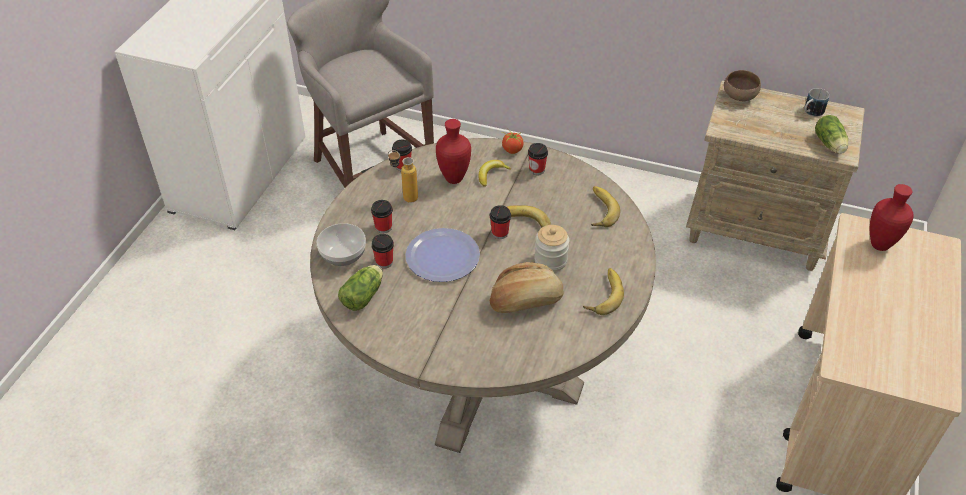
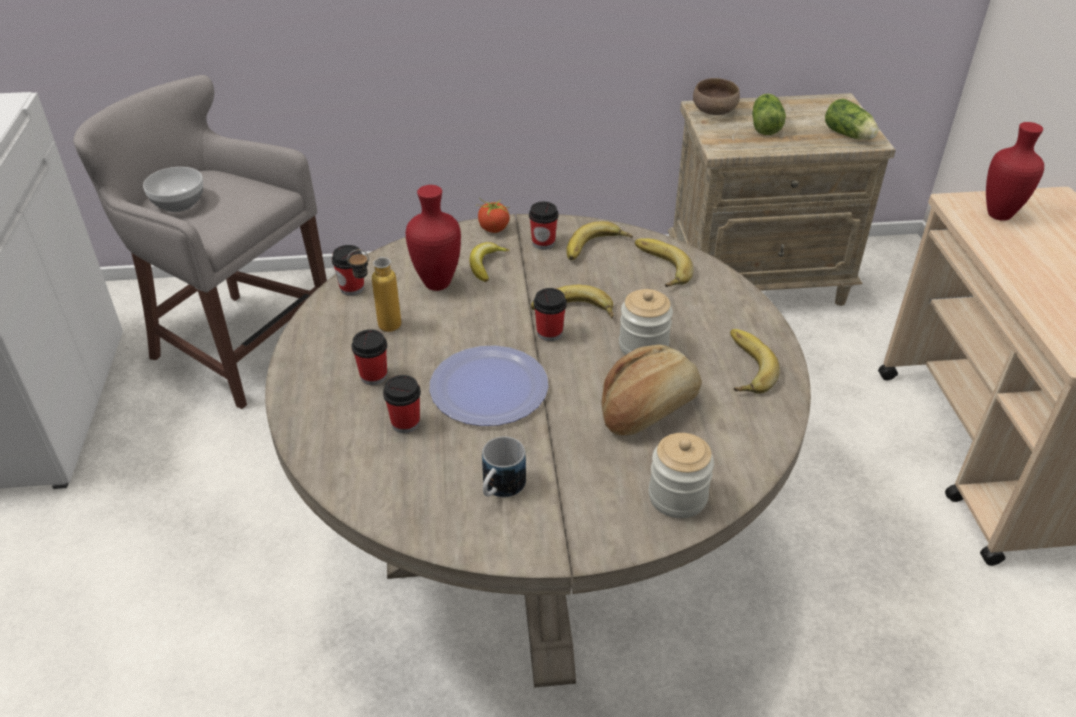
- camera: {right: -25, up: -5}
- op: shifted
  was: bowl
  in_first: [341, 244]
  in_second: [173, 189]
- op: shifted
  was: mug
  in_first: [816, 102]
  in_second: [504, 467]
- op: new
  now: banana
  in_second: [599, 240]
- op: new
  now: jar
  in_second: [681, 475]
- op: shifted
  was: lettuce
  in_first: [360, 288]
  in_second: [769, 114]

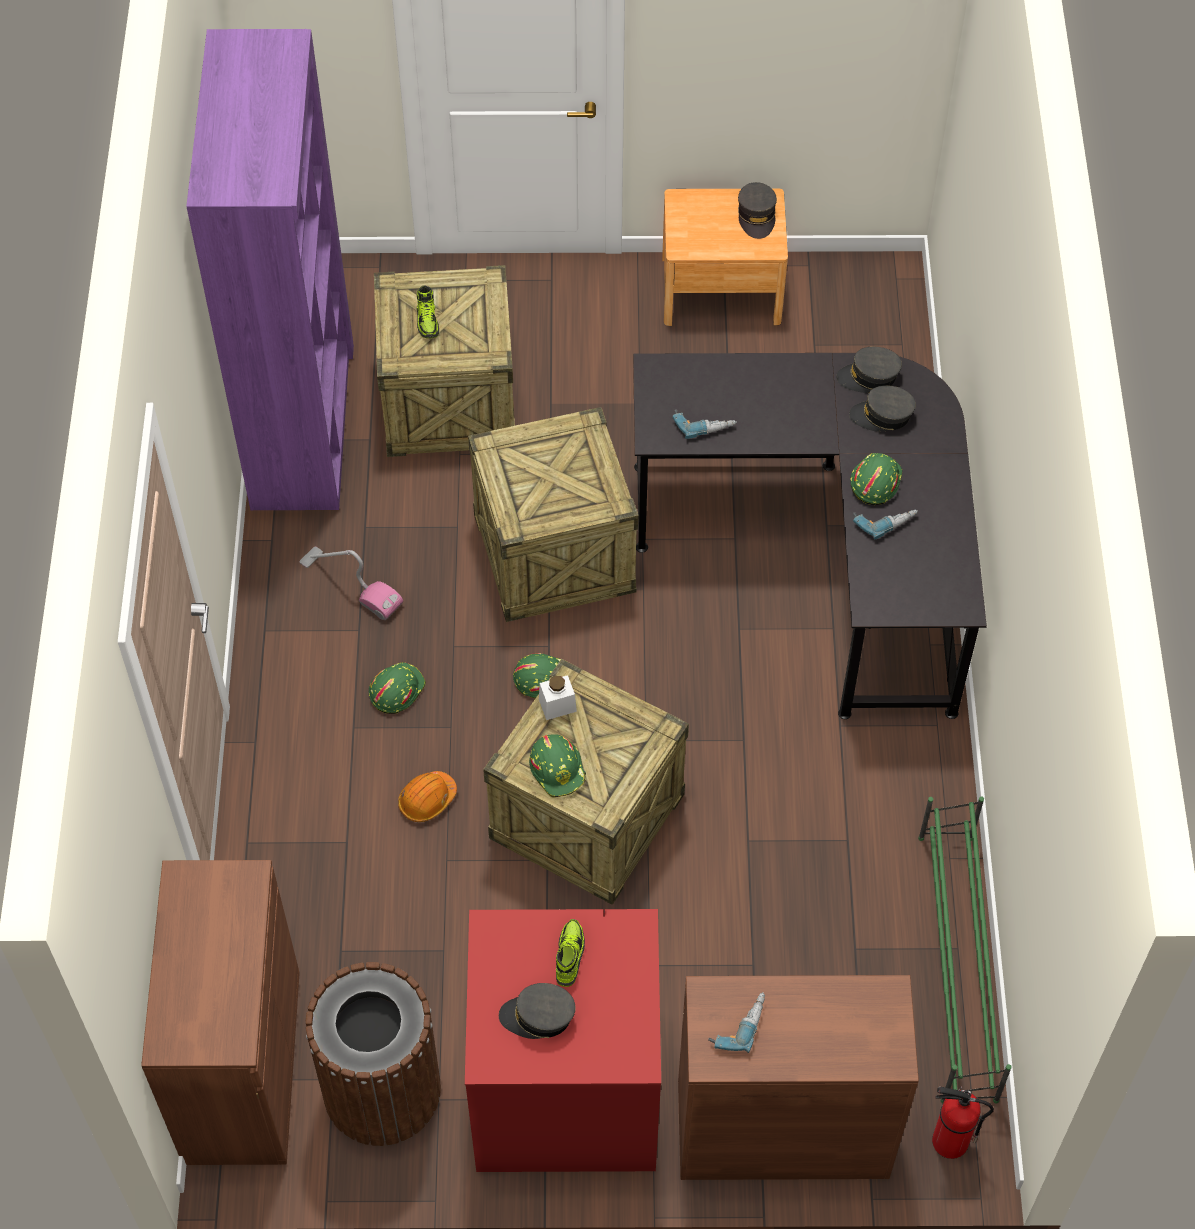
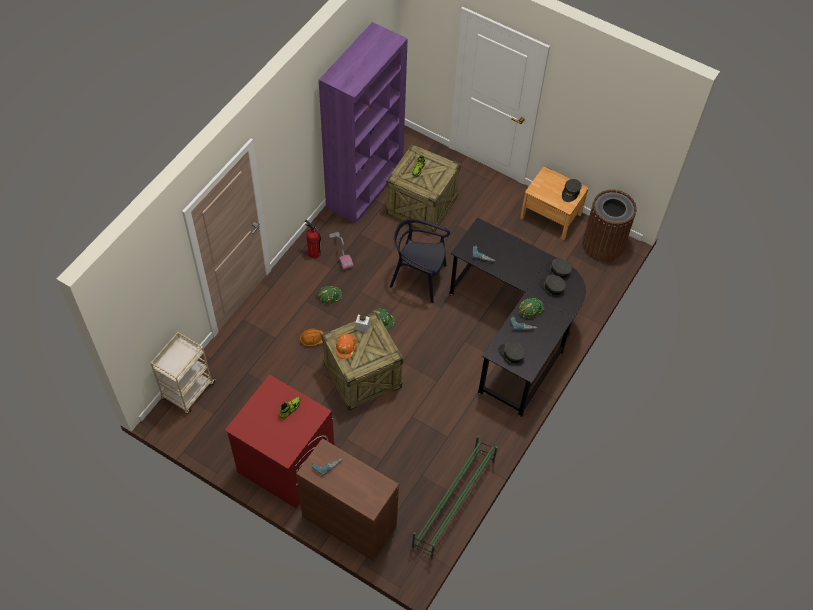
- camera: {right: 30, up: 0}
- op: swapped
  was: cabinet in brown
  now: cart in beige
  in_first: [220, 1012]
  in_second: [183, 373]
- op: shifted
  was: fire extinguisher
  in_first: [963, 1122]
  in_second: [313, 239]
- op: repainted
  was: hard hat in green
  now: hard hat in orange
  in_first: [557, 766]
  in_second: [346, 346]
- op: swapped
  was: crate
  now: chair in black
  in_first: [553, 514]
  in_second: [420, 261]
- op: shifted
  was: cap in grey
  in_first: [537, 1011]
  in_second: [511, 352]
- op: shifted
  was: trash can in brown
  in_first: [373, 1054]
  in_second: [609, 225]

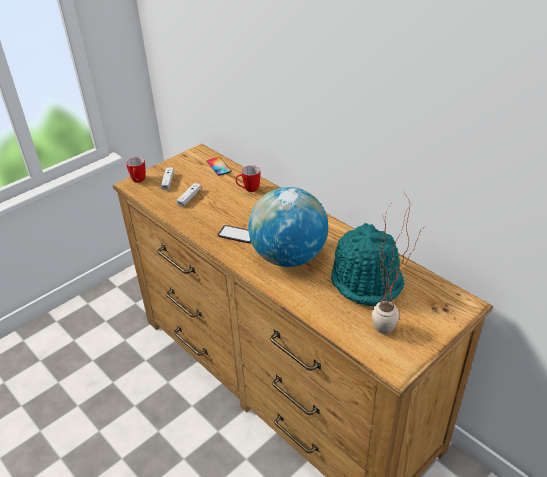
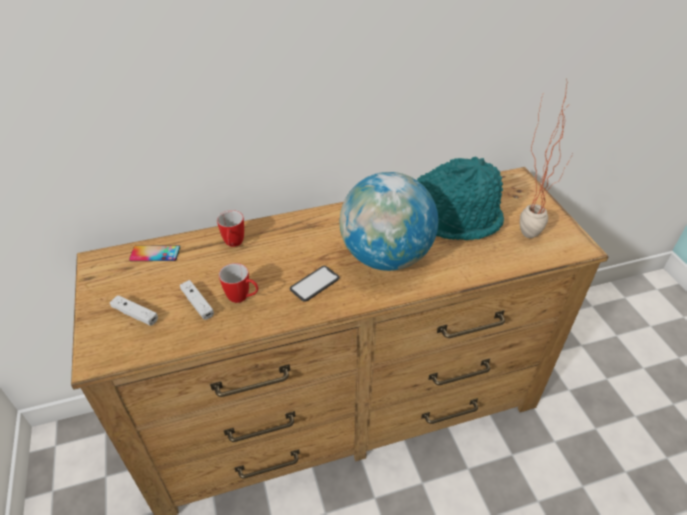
- camera: {right: -65, up: 5}
- op: shifted
  was: mug
  in_first: [136, 170]
  in_second: [238, 283]

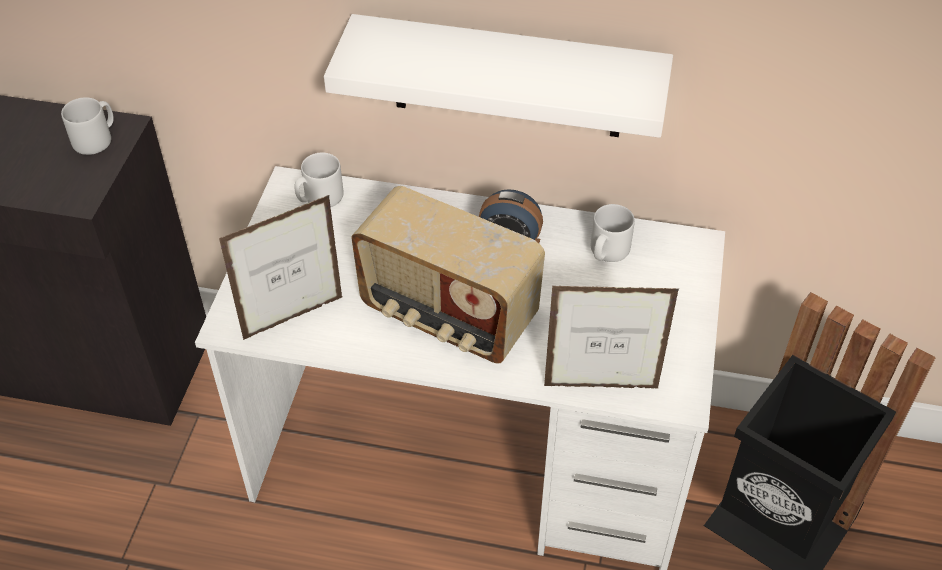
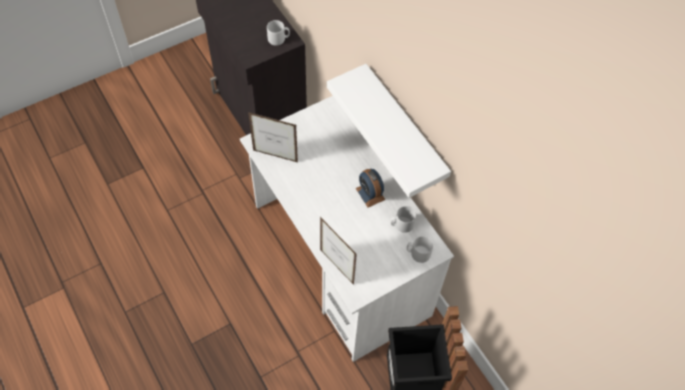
- camera: {right: 45, up: 10}
- op: shifted
  was: mug in grey
  in_first: [318, 180]
  in_second: [420, 249]
- op: gone
  was: radio
  in_first: [448, 275]

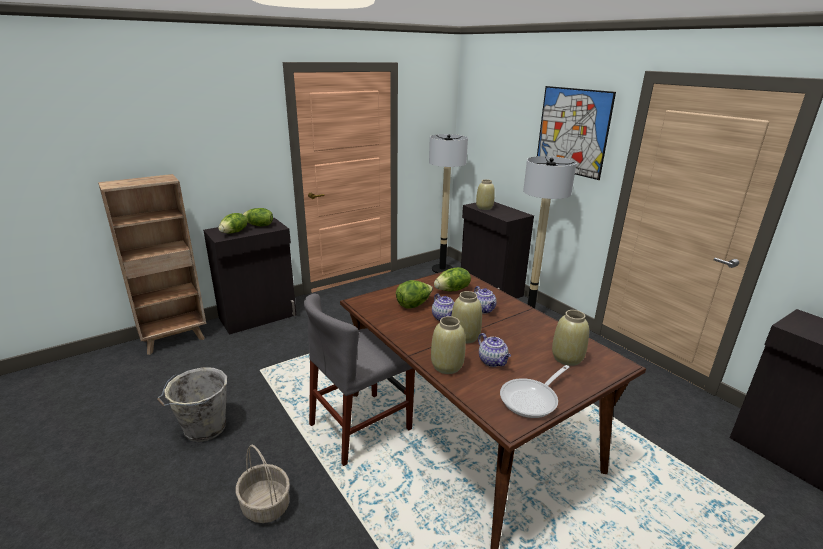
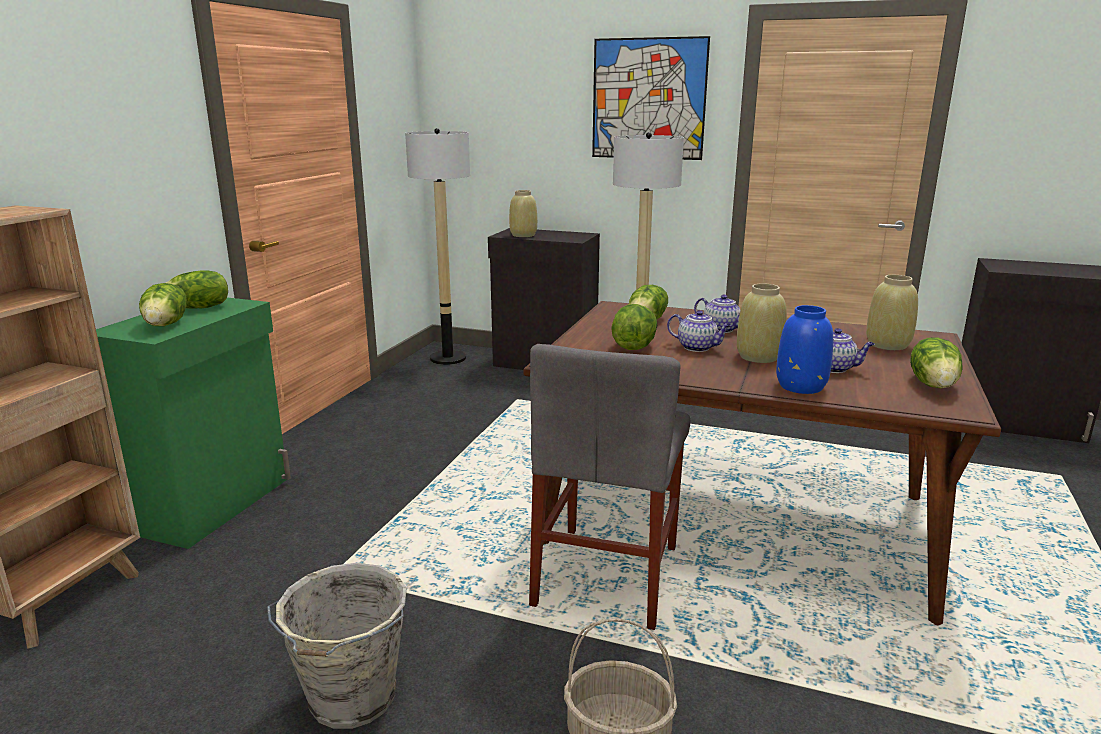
- camera: {right: -35, up: -5}
- op: repainted
  was: cabinet in black
  now: cabinet in green
  in_first: [249, 276]
  in_second: [193, 423]
- op: repainted
  was: vase in beige
  now: vase in blue
  in_first: [448, 345]
  in_second: [804, 349]
- op: swapped
  was: frying pan
  now: lettuce
  in_first: [535, 391]
  in_second: [936, 362]

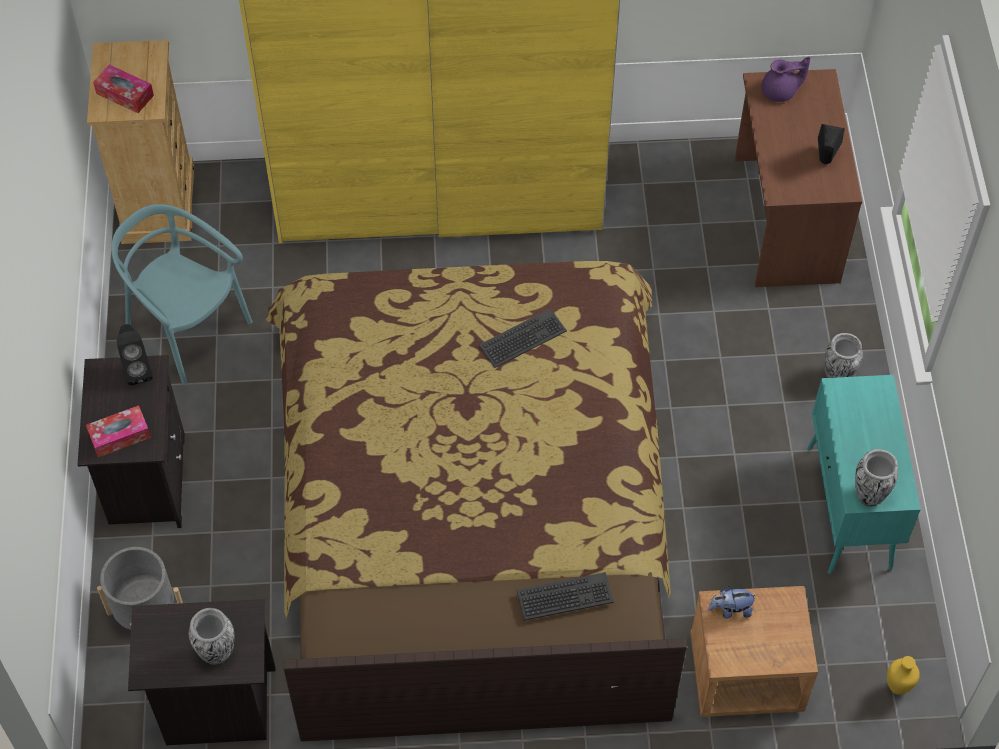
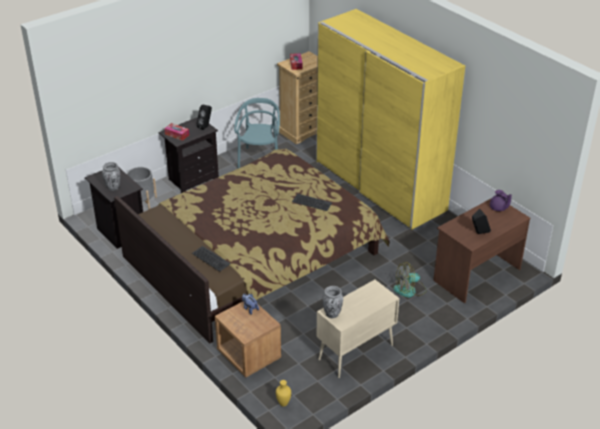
- camera: {right: 55, up: -20}
- op: repainted
  was: cabinet in turquoise
  now: cabinet in beige
  in_first: [864, 474]
  in_second: [357, 329]
- op: new
  now: fan
  in_second: [410, 280]
- op: gone
  was: vase
  in_first: [843, 355]

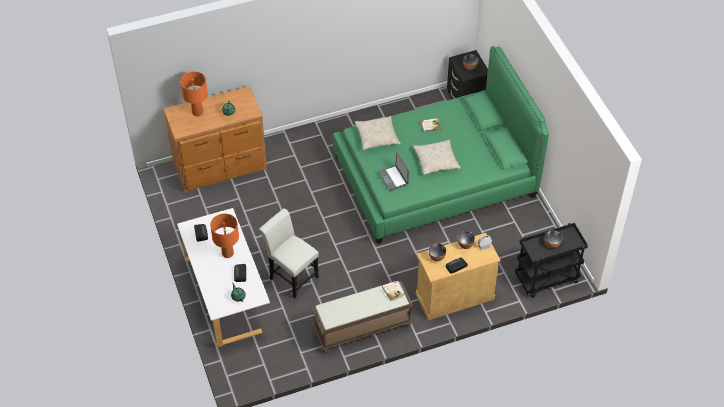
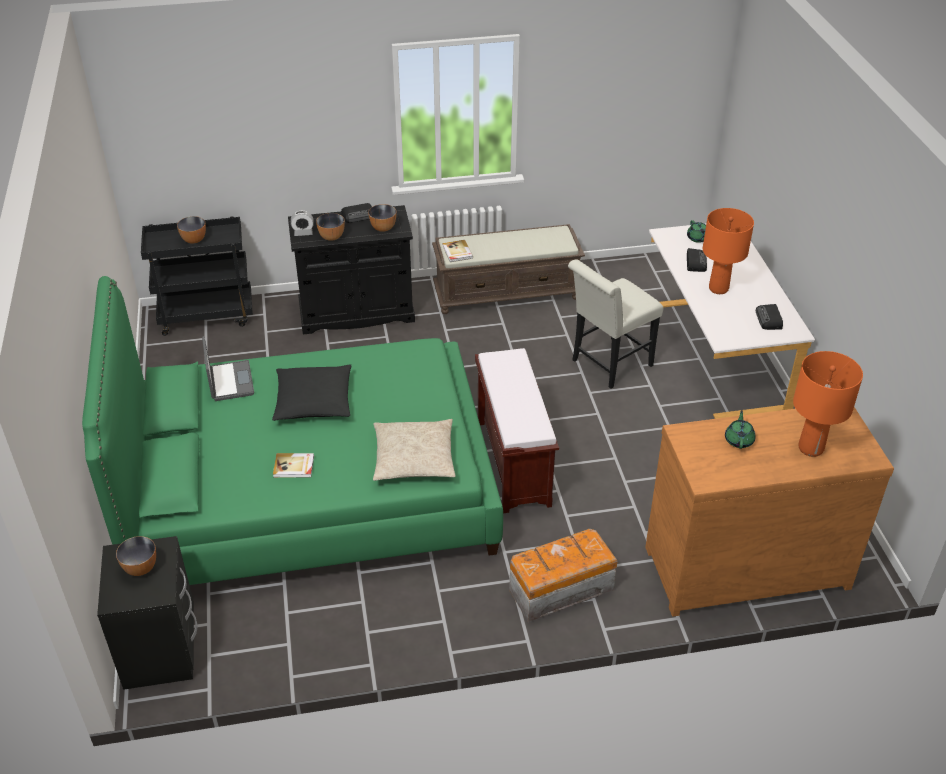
- camera: {right: -170, up: -10}
- op: shifted
  was: laptop
  in_first: [393, 171]
  in_second: [228, 368]
- op: repainted
  was: pillow in beige
  now: pillow in black
  in_first: [437, 157]
  in_second: [311, 392]
- op: repainted
  was: cabinet in beige
  now: cabinet in black
  in_first: [458, 276]
  in_second: [351, 270]
- op: new
  now: bench in brown
  in_second: [517, 430]
- op: new
  now: storage box
  in_second: [563, 575]
- op: rotated
  was: chair in white
  in_first: [289, 253]
  in_second: [615, 324]
  clockwise: 90

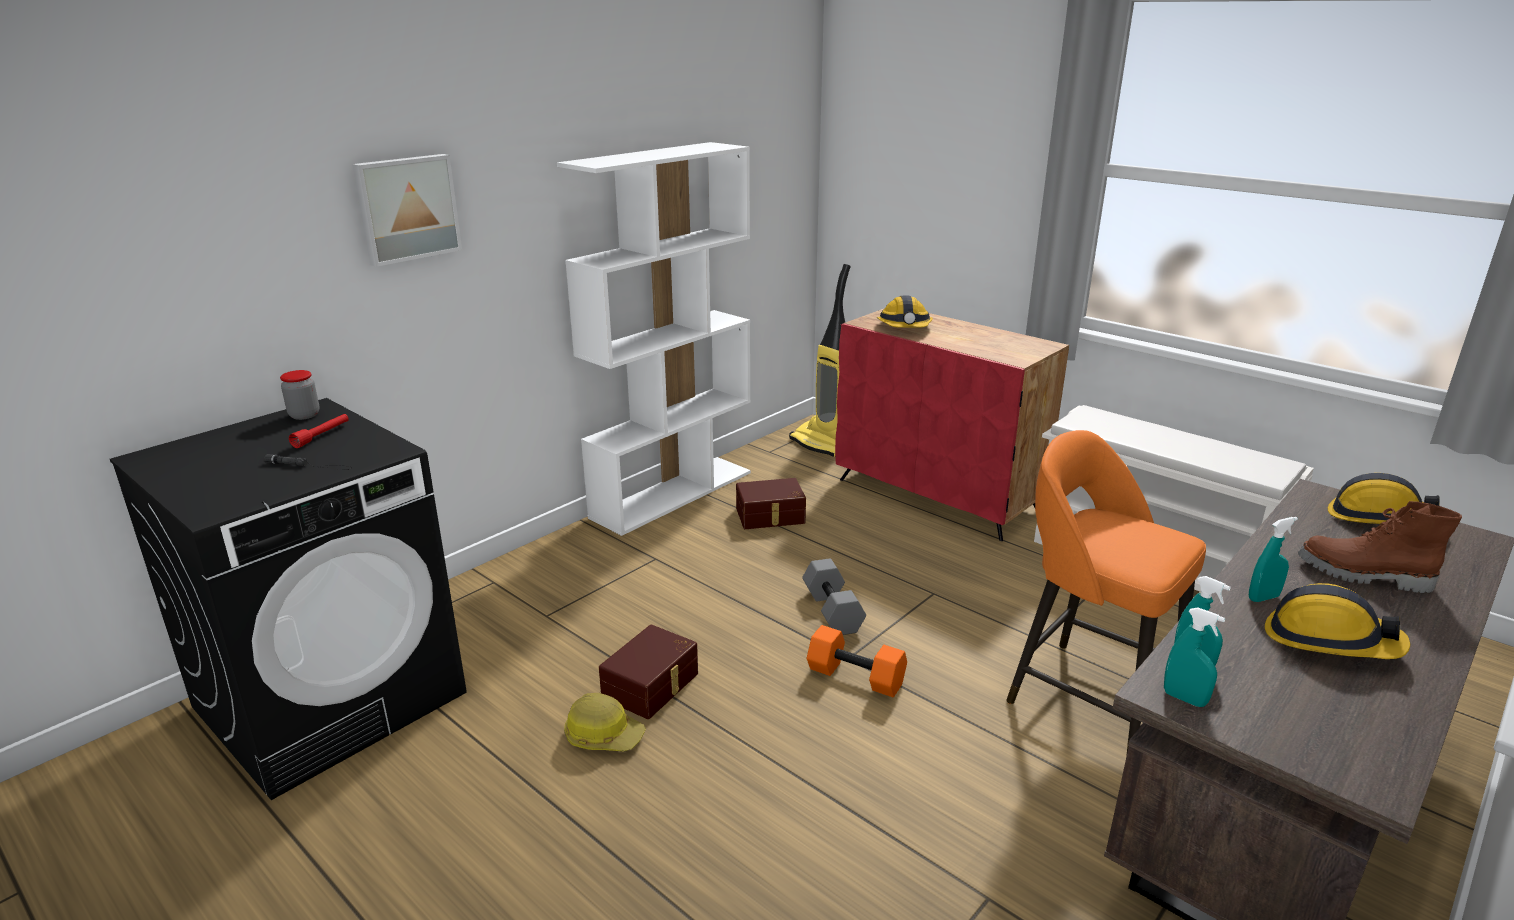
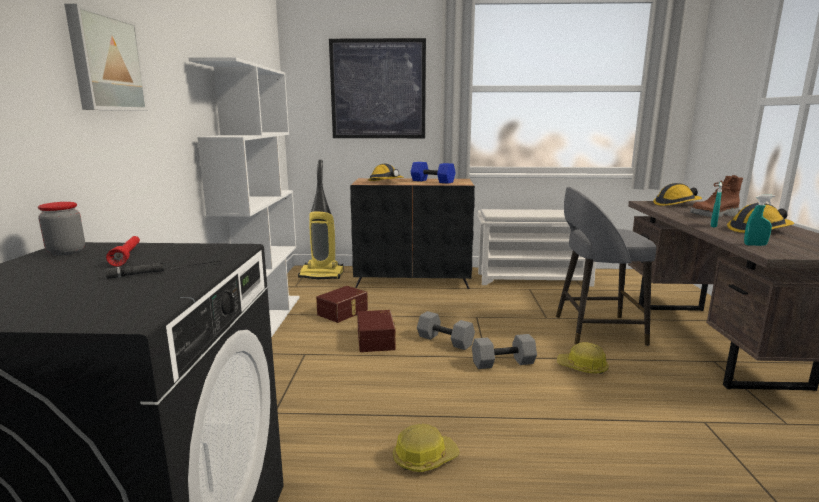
- camera: {right: -40, up: -10}
- op: new
  now: picture
  in_second: [377, 88]
- op: repainted
  was: cabinet in red
  now: cabinet in black
  in_first: [952, 425]
  in_second: [412, 233]
- op: shifted
  was: storage box in brown
  in_first: [648, 671]
  in_second: [376, 331]
- op: new
  now: dumbbell in blue
  in_second: [433, 173]
- op: repainted
  was: dumbbell in orange
  now: dumbbell in grey
  in_first: [857, 661]
  in_second: [504, 351]
- op: repainted
  was: stool in orange
  now: stool in grey
  in_first: [1106, 593]
  in_second: [606, 266]
- op: new
  now: hard hat
  in_second: [583, 358]
- op: gone
  was: spray bottle in turquoise
  in_first: [1194, 657]

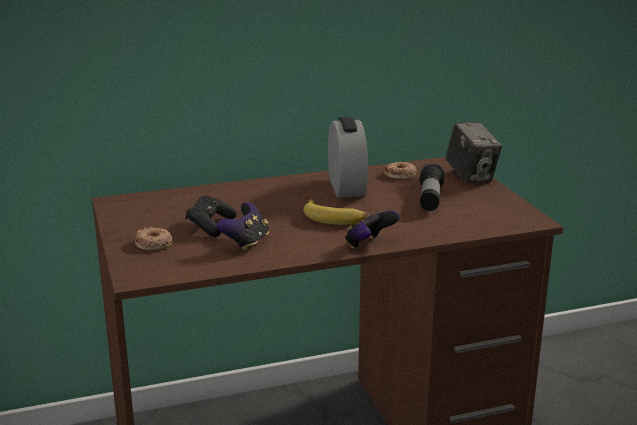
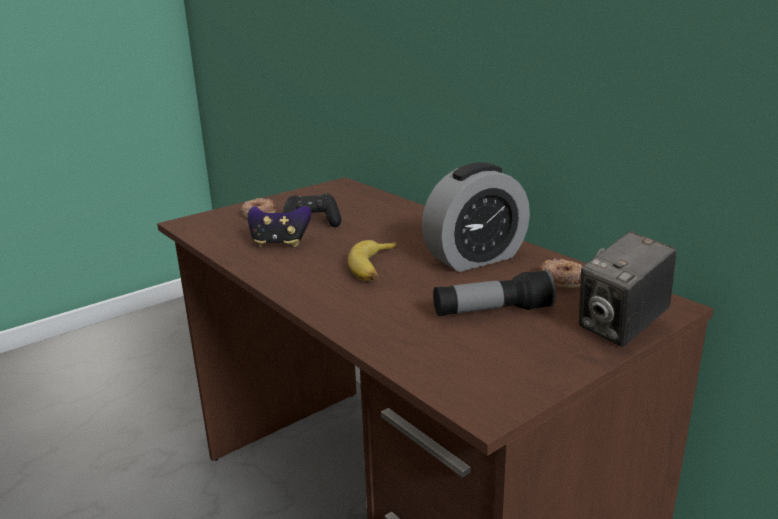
- camera: {right: 70, up: 0}
- op: gone
  was: game controller
  in_first: [372, 230]

